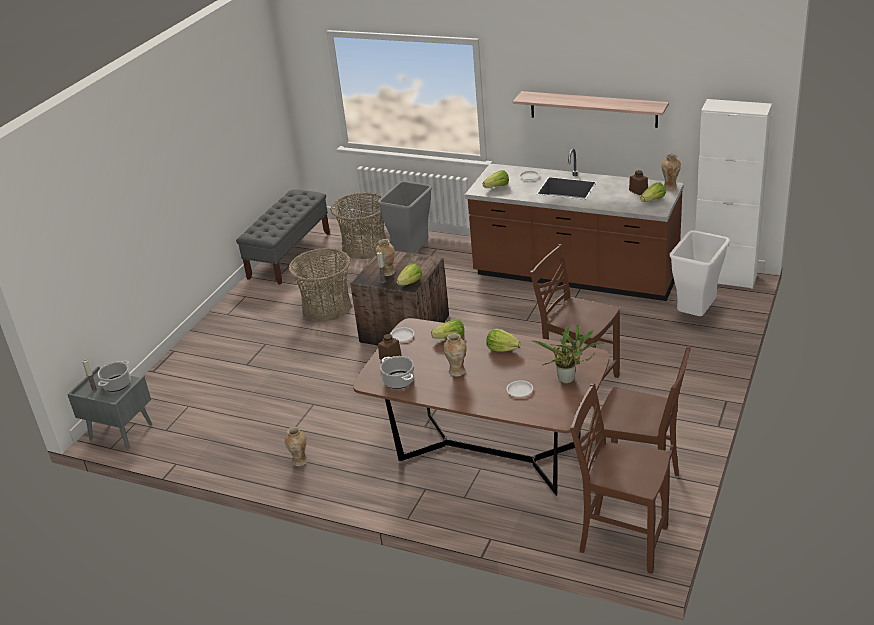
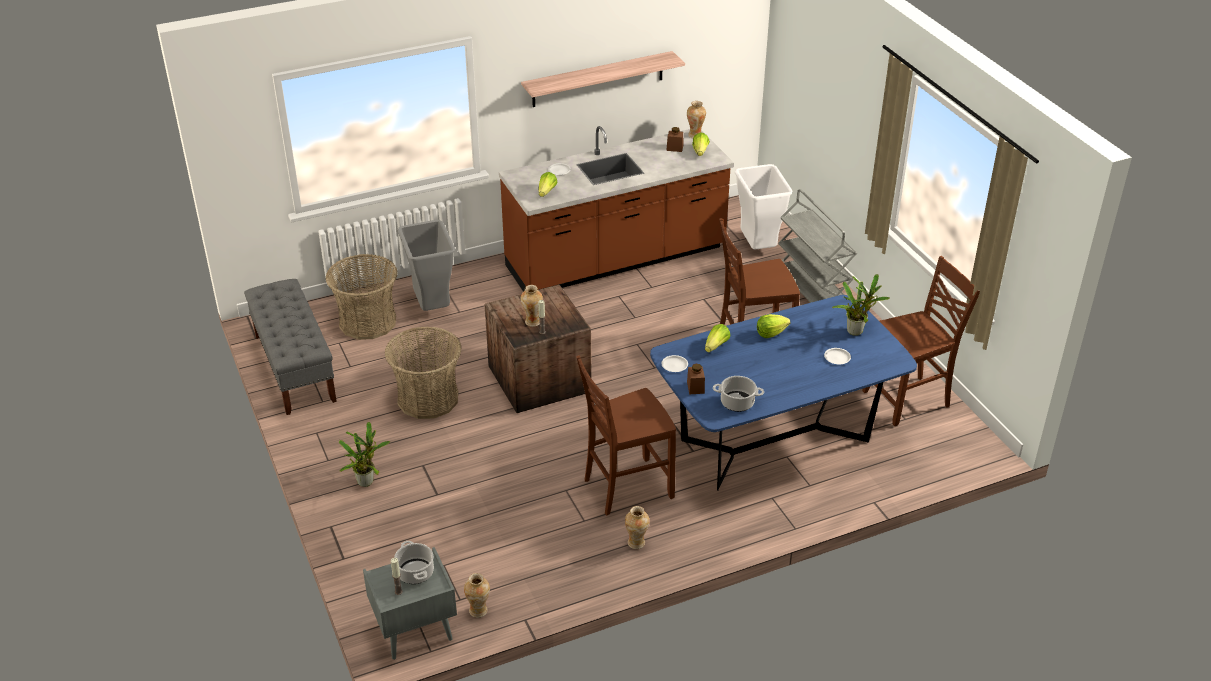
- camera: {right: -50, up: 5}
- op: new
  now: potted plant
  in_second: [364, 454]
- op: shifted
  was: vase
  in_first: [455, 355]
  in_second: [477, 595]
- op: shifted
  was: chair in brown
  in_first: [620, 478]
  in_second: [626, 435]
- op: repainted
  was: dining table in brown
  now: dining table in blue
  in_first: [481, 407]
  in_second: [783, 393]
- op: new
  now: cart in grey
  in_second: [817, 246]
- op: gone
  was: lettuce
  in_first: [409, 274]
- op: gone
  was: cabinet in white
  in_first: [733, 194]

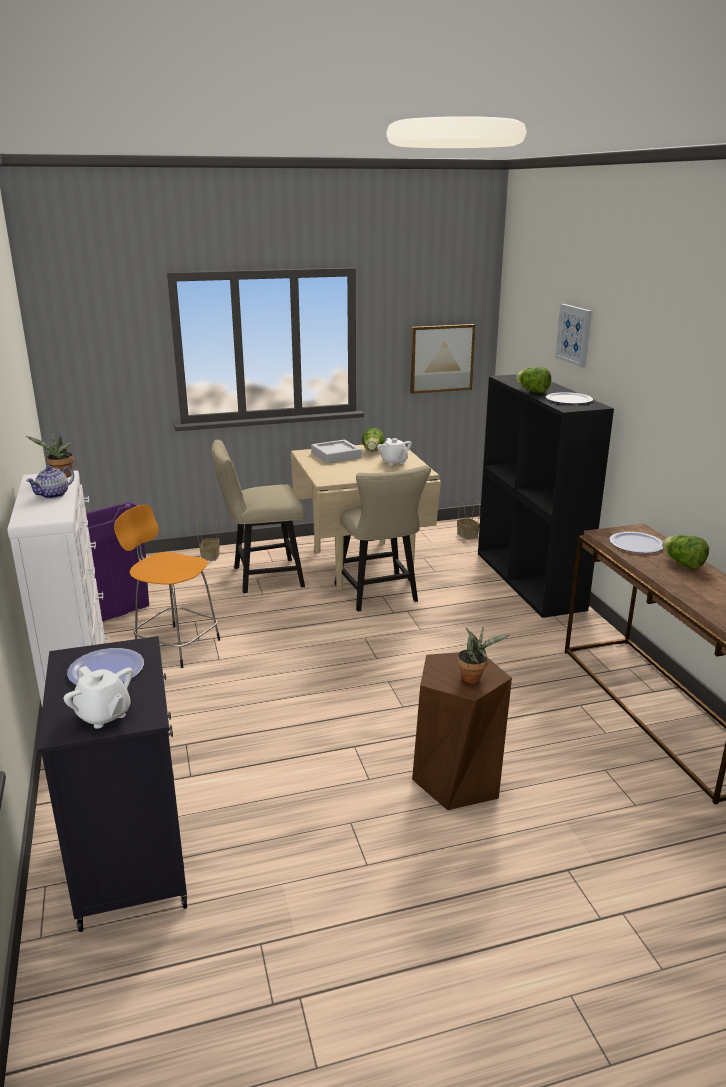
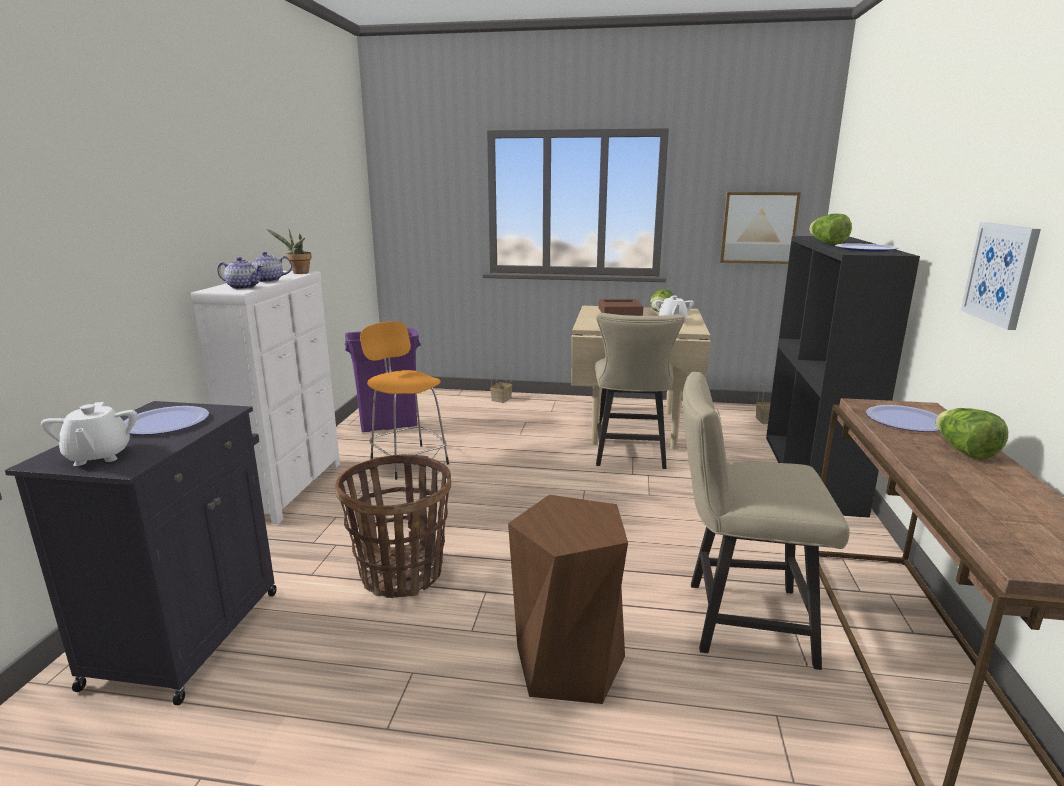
- camera: {right: 25, up: -5}
- op: new
  now: teapot
  in_second: [240, 273]
- op: new
  now: basket
  in_second: [393, 526]
- op: repainted
  was: tray in grey
  now: tray in brown
  in_first: [336, 451]
  in_second: [620, 307]
- op: shifted
  was: chair in beige
  in_first: [258, 516]
  in_second: [766, 521]
- op: shifted
  was: picture
  in_first: [573, 335]
  in_second: [1001, 276]
- op: gone
  was: potted plant
  in_first: [483, 655]

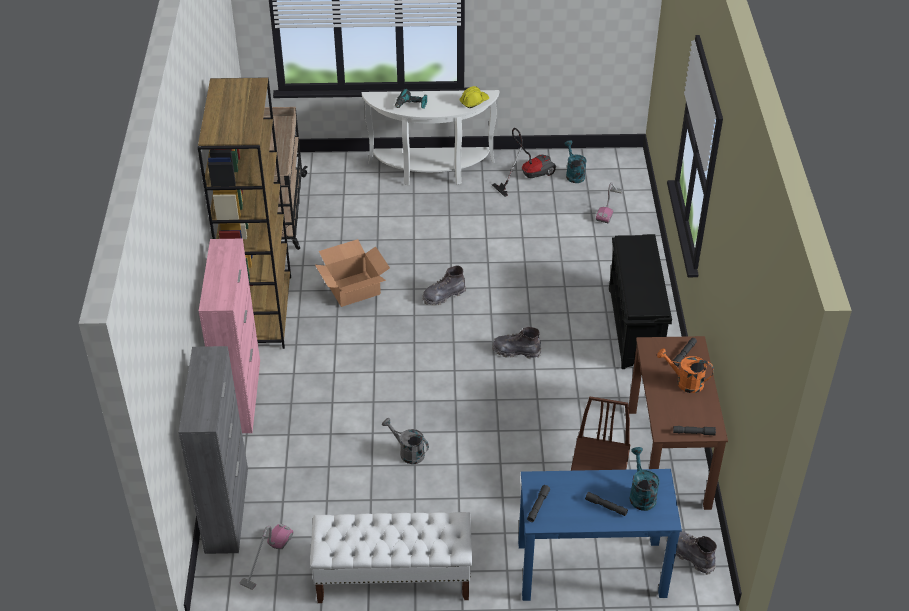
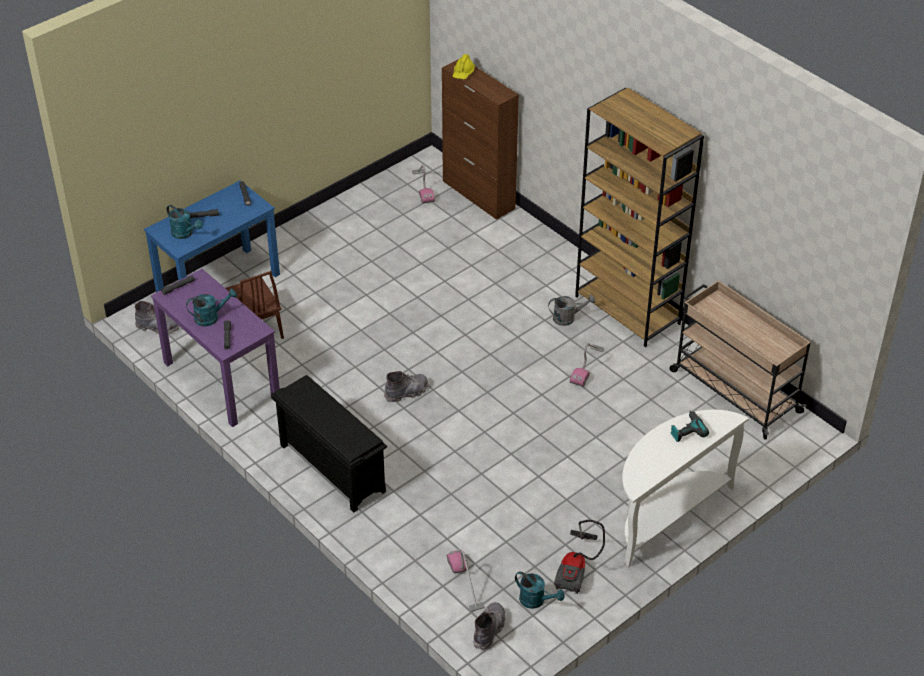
- camera: {right: 140, up: 0}
- op: repainted
  was: desk in brown
  now: desk in purple
  in_first: [678, 423]
  in_second: [215, 348]
- op: repainted
  was: watering can in orange
  now: watering can in turquoise
  in_first: [685, 370]
  in_second: [211, 307]
- op: repainted
  was: cabinet in grey
  now: cabinet in brown
  in_first: [213, 450]
  in_second: [480, 139]
- op: shifted
  was: hard hat in yellow
  in_first: [474, 97]
  in_second: [464, 66]
- op: shifted
  was: boot in grey
  in_first: [444, 286]
  in_second: [490, 626]
- op: shifted
  was: watering can in grey
  in_first: [405, 441]
  in_second: [571, 310]
- op: swapped
  was: cardboard box
  now: vacuum cleaner
  in_first: [352, 273]
  in_second: [587, 365]
- op: gone
  was: cabinet in pink
  in_first: [229, 335]
- op: gone
  was: bench in white
  in_first: [391, 557]

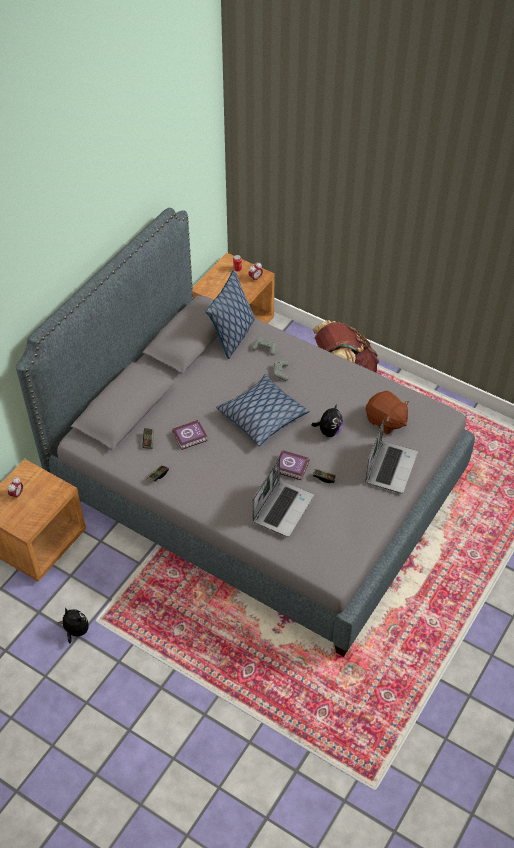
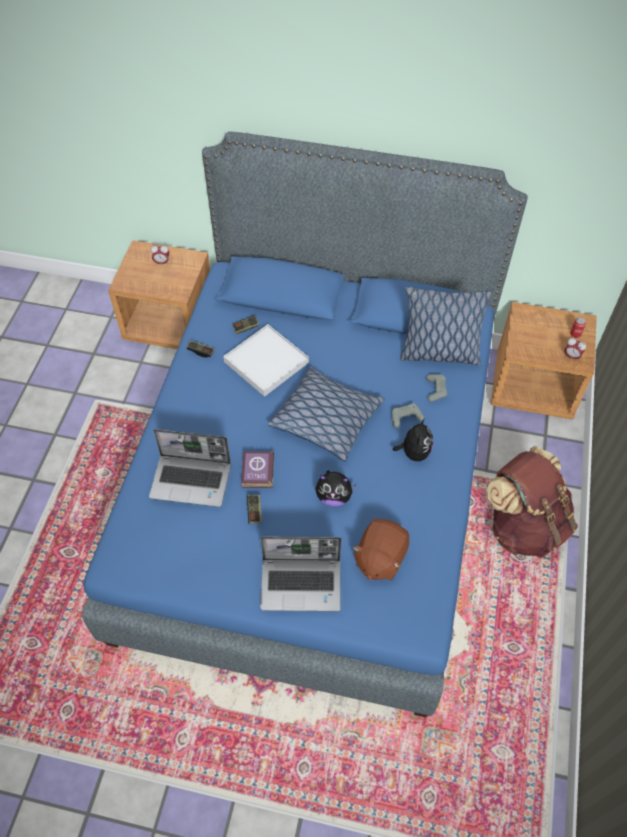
- camera: {right: 70, up: 5}
- op: repainted
  was: bed in grey
  now: bed in blue
  in_first: [245, 432]
  in_second: [305, 424]
- op: swapped
  was: book
  now: tray in white
  in_first: [190, 435]
  in_second: [266, 360]
- op: shifted
  was: plush toy
  in_first: [73, 625]
  in_second: [412, 439]

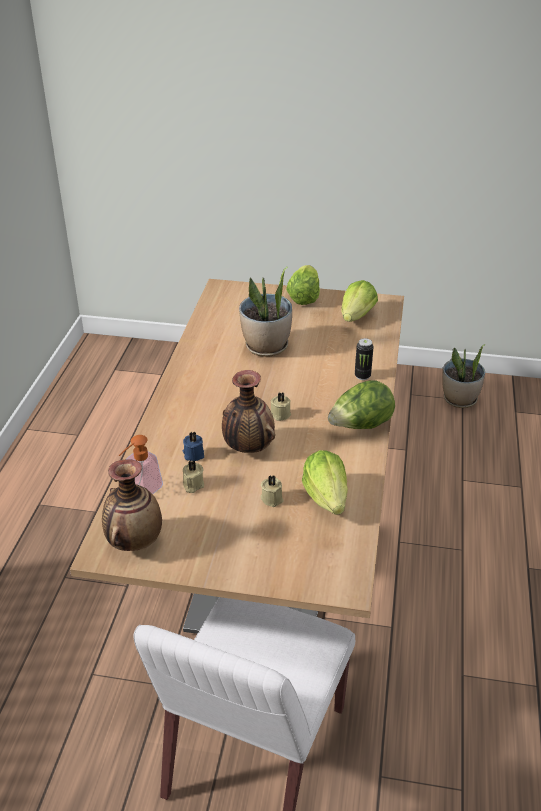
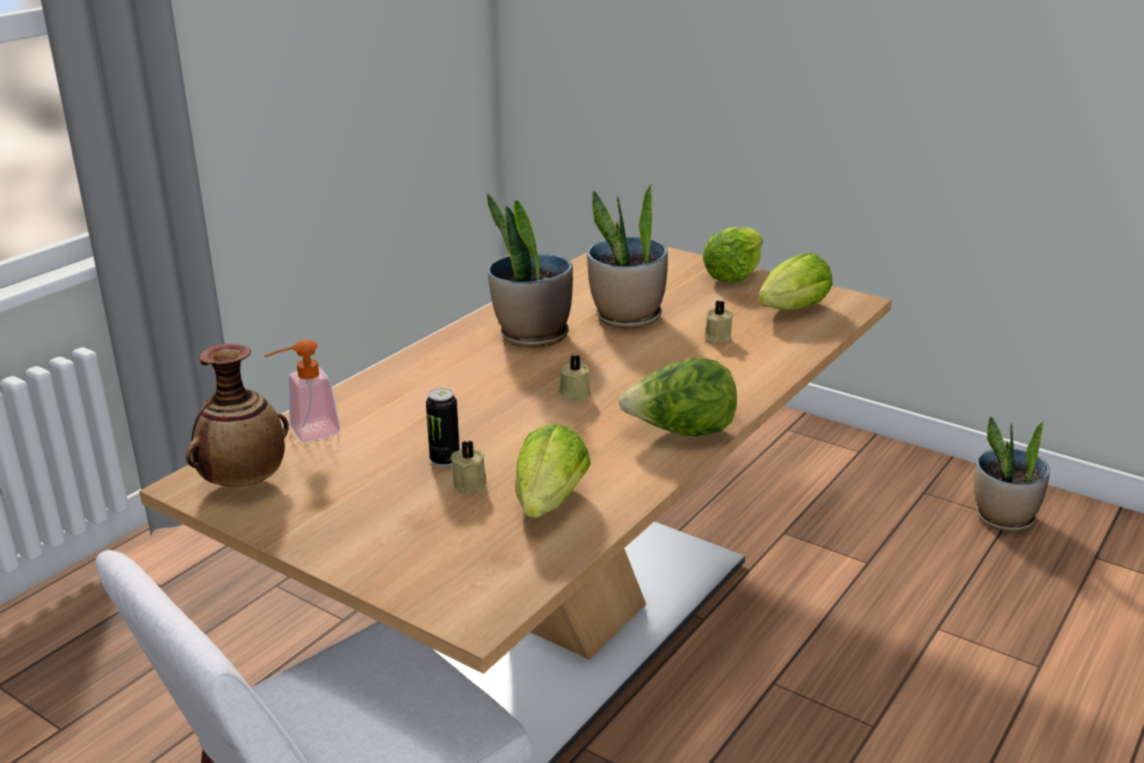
- camera: {right: 25, up: -10}
- op: shifted
  was: can
  in_first: [364, 359]
  in_second: [443, 427]
- op: new
  now: potted plant
  in_second: [530, 270]
- op: shifted
  was: candle in beige
  in_first: [193, 476]
  in_second: [719, 322]
- op: gone
  was: candle in blue
  in_first: [193, 446]
- op: gone
  was: vase
  in_first: [248, 411]

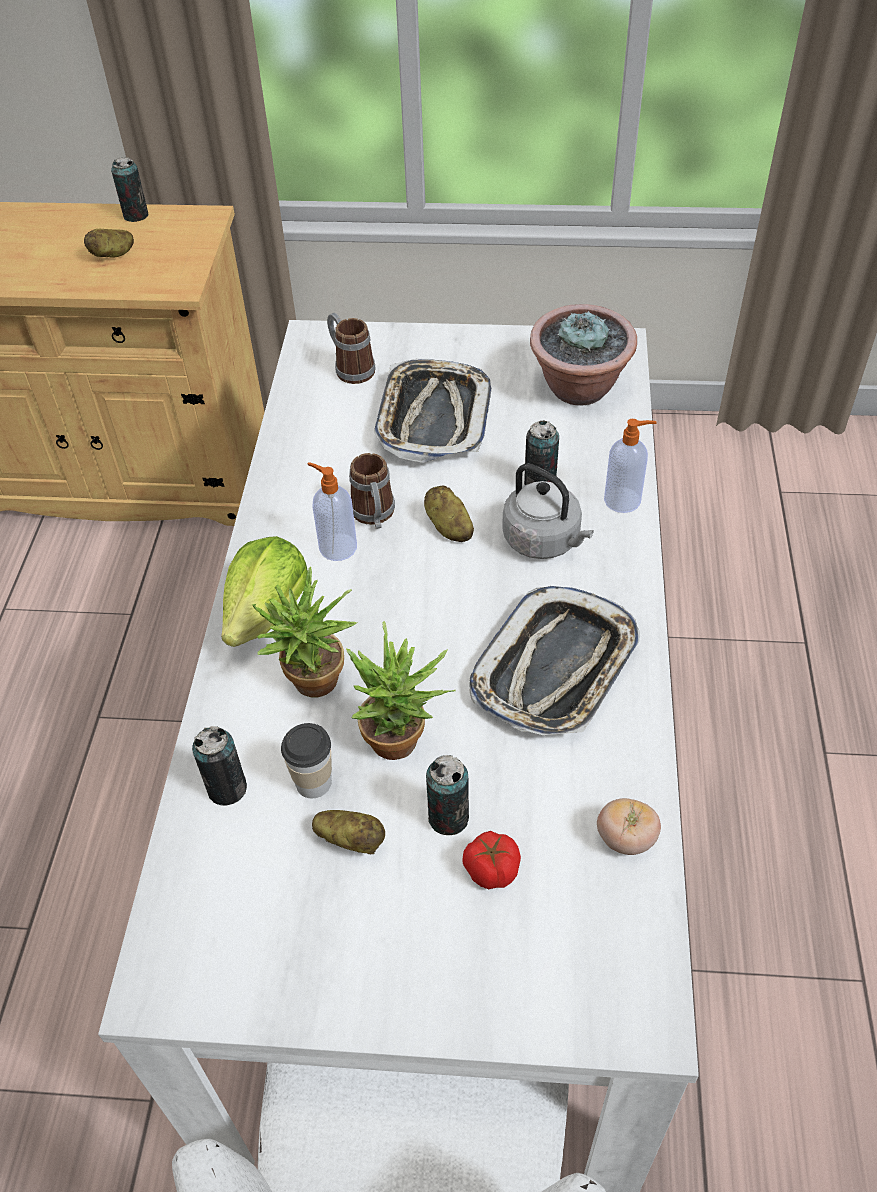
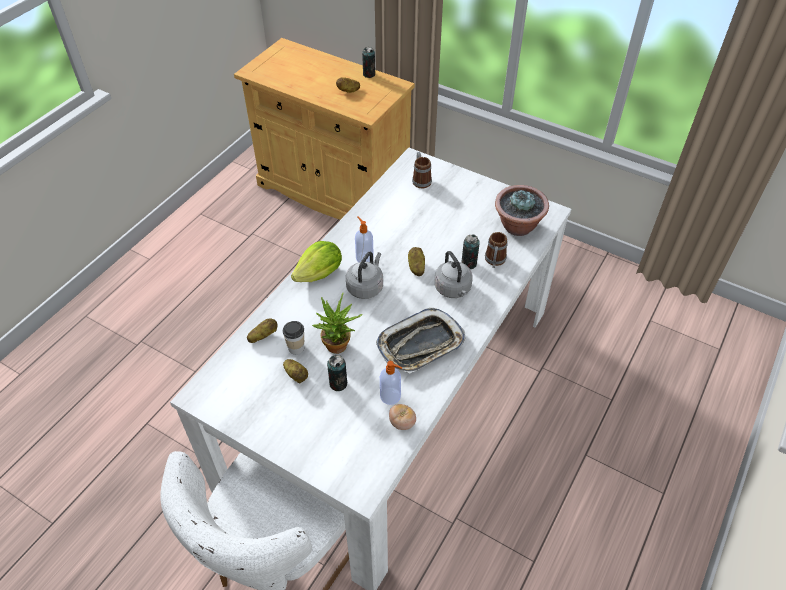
- camera: {right: 25, up: 0}
- op: swapped
  was: can
  now: potato
  in_first: [219, 766]
  in_second: [262, 330]
- op: new
  now: kettle in grey
  in_second: [364, 275]
- op: shifted
  was: soap dispenser
  in_first: [630, 466]
  in_second: [391, 383]
- op: shifted
  was: mug
  in_first: [372, 491]
  in_second: [496, 250]
- op: gone
  was: potted plant
  in_first: [304, 632]
- op: gone
  was: tray
  in_first: [432, 411]
- op: gone
  was: tomato
  in_first: [491, 860]

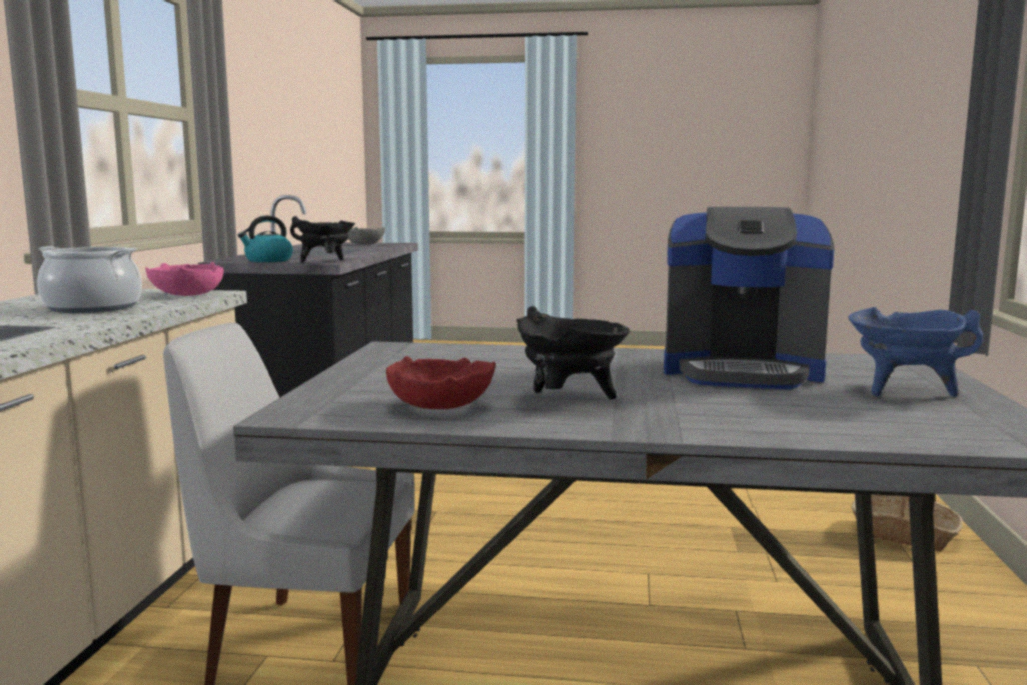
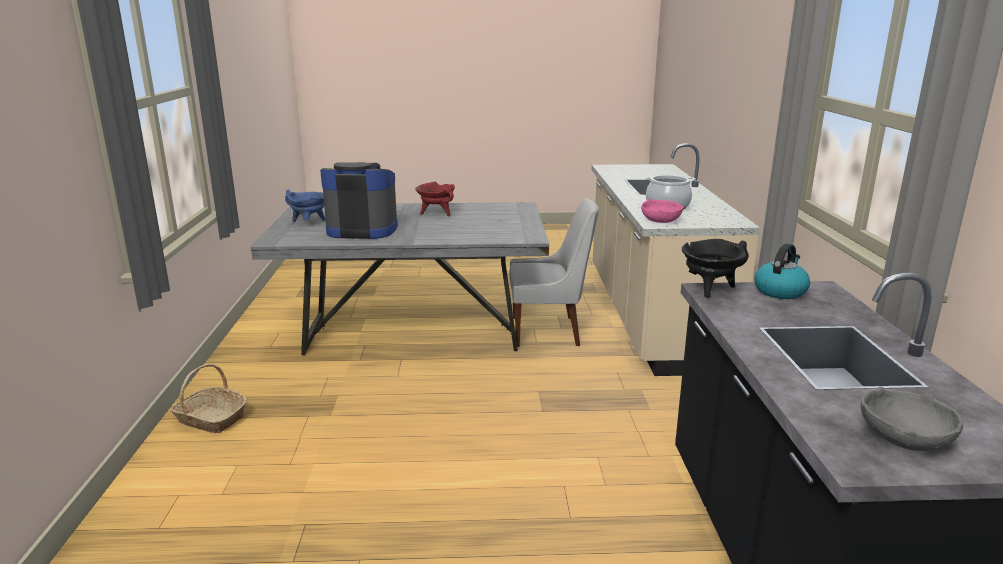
- camera: {right: 170, up: 10}
- op: repainted
  was: cooking pot in black
  now: cooking pot in red
  in_first: [573, 352]
  in_second: [435, 199]
- op: gone
  was: bowl in red
  in_first: [441, 382]

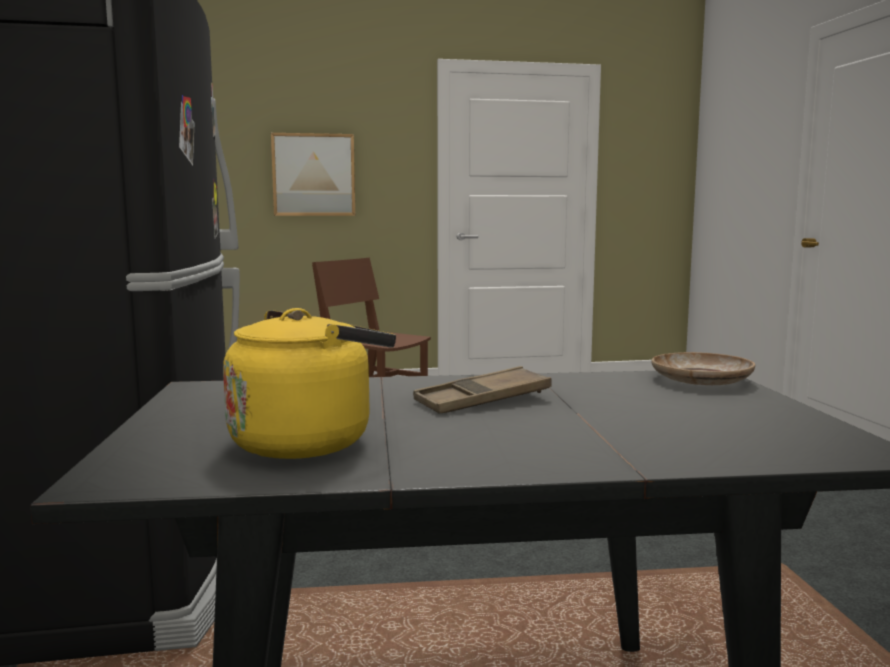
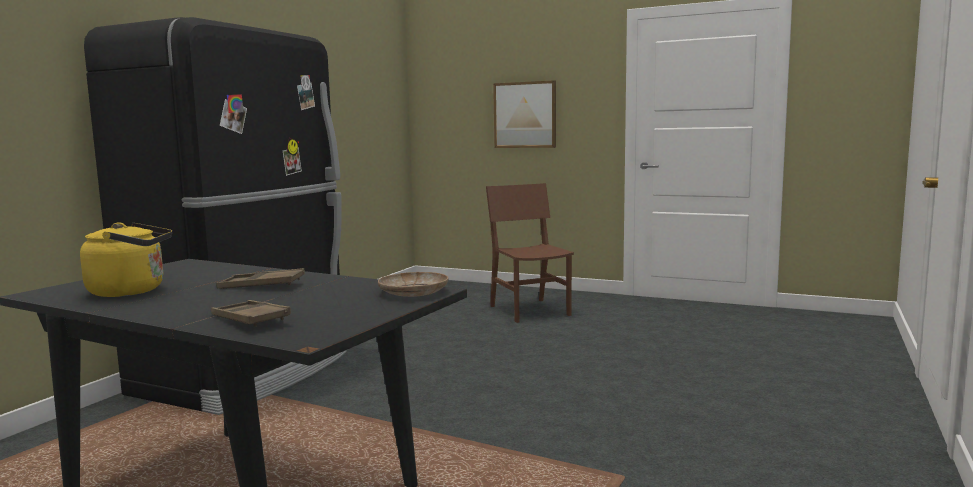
- camera: {right: 35, up: 0}
- op: new
  now: tray in brown
  in_second: [251, 313]

